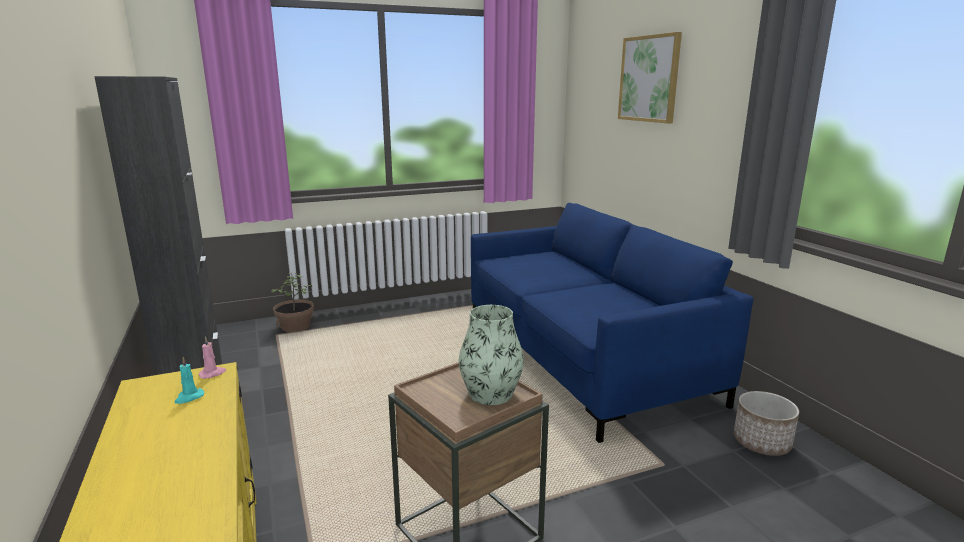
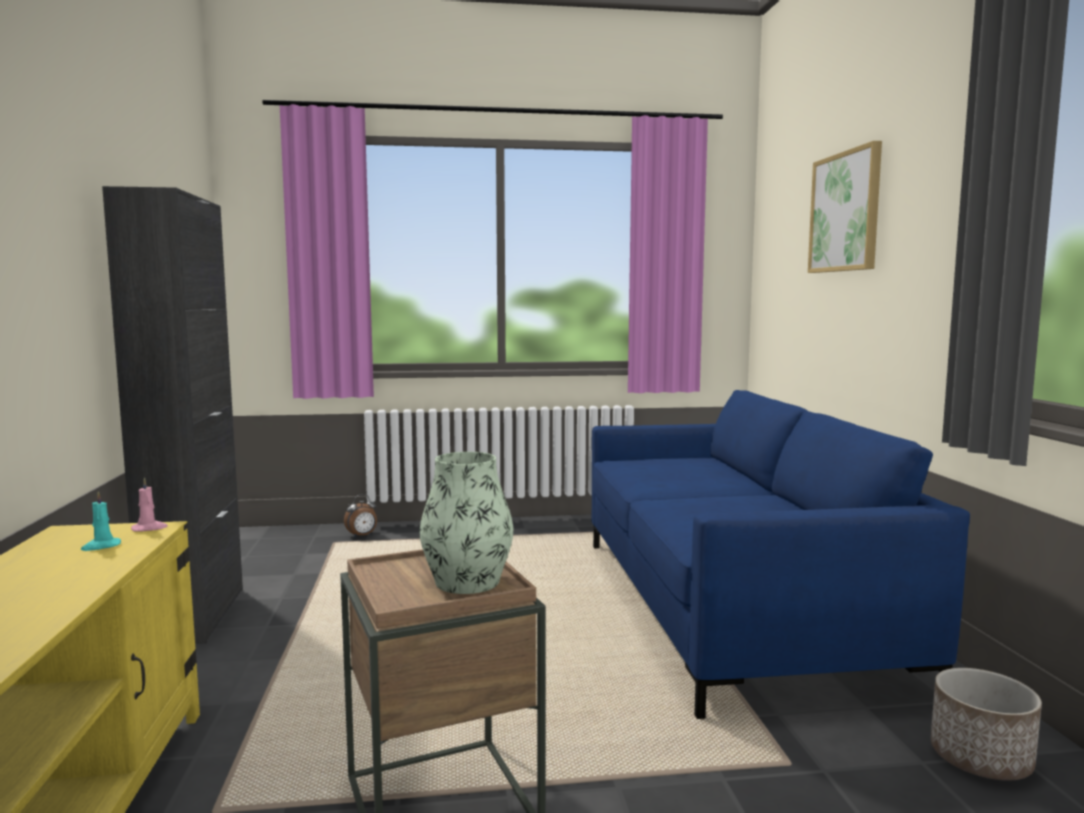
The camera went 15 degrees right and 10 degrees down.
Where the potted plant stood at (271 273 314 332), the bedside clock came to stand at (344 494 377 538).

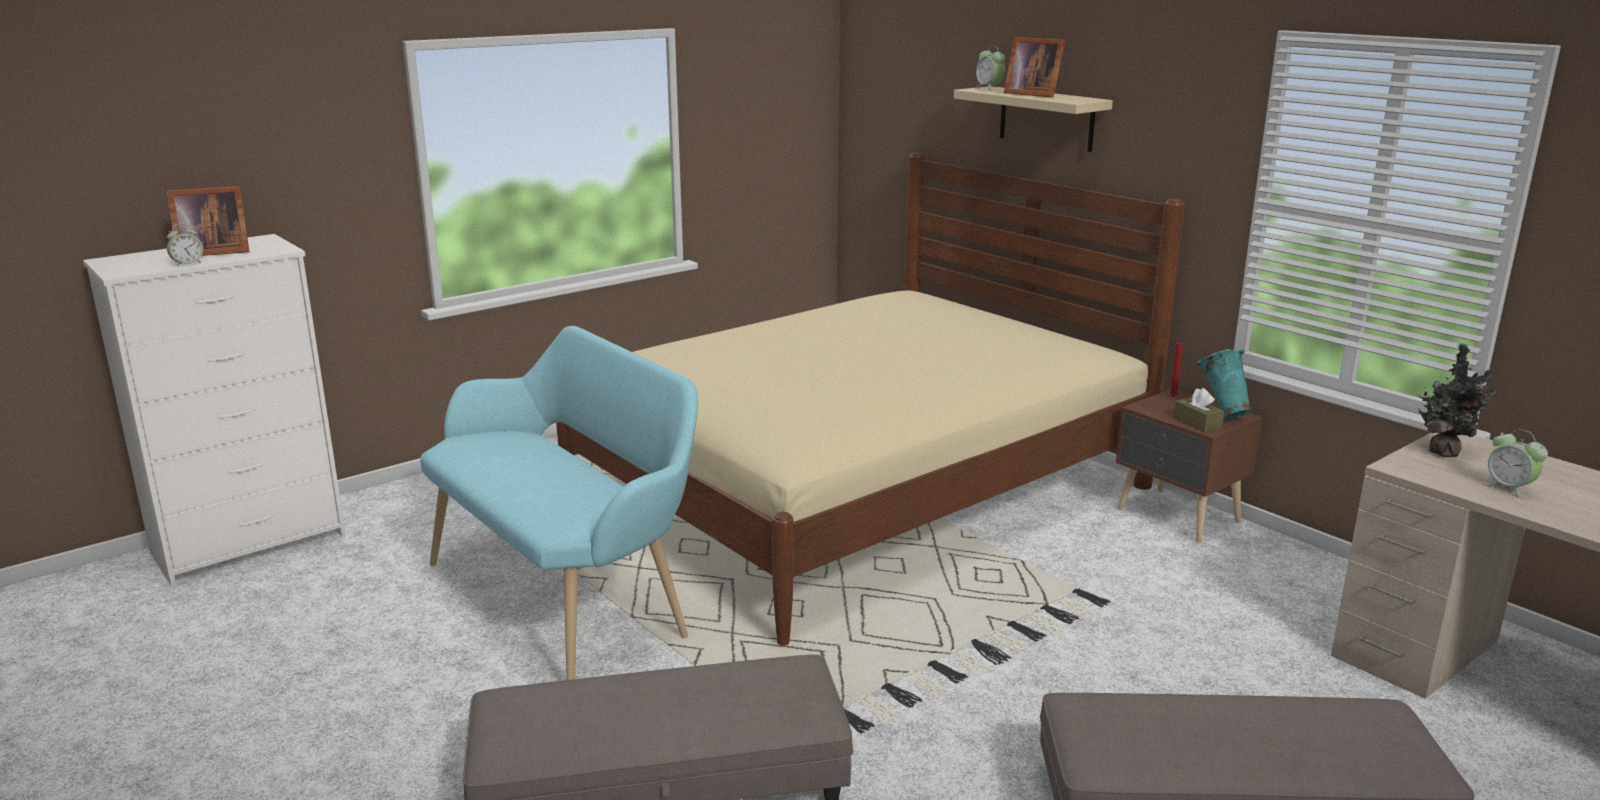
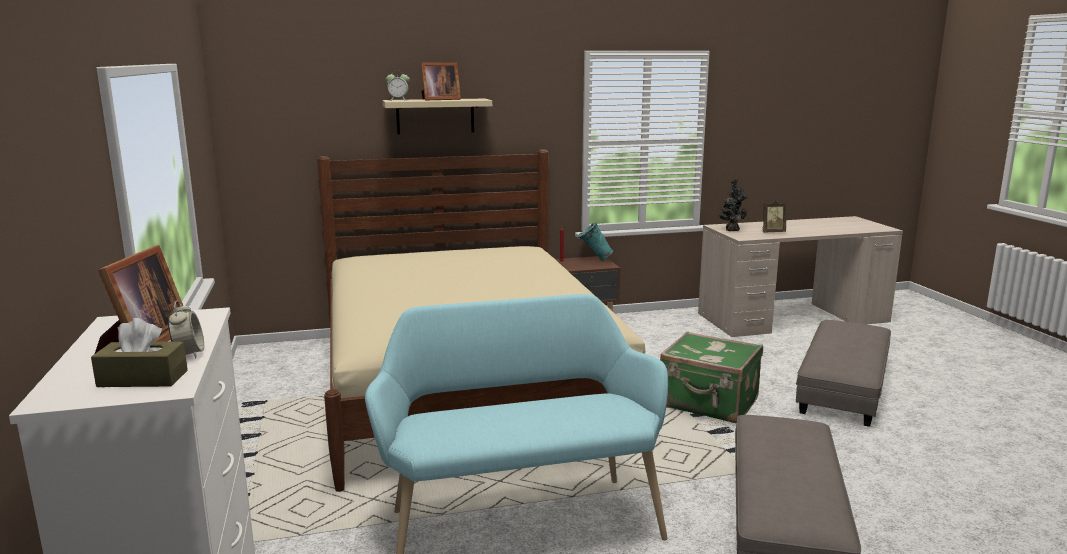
The camera went 65 degrees left and 5 degrees down.
The box of tissues (brown-coloured) ended up elsewhere, having gone from (1174 388 1224 433) to (91 318 188 387).
Where the bedside clock stood at (1482 429 1548 499), the standing frame came to stand at (762 200 786 232).
The second view gained the suitcase (green) at (660 331 763 424).

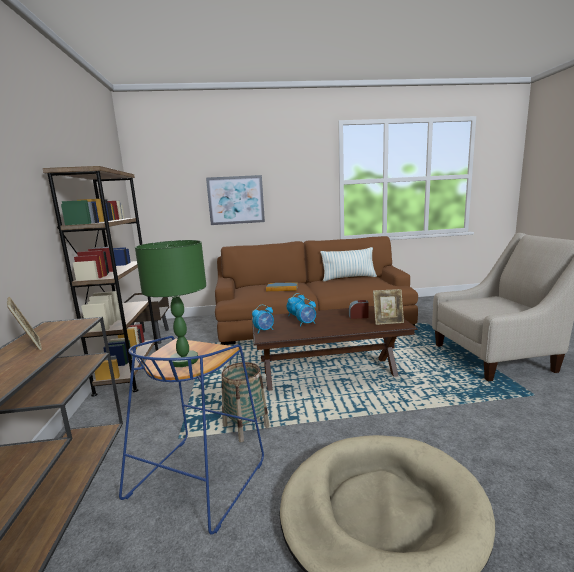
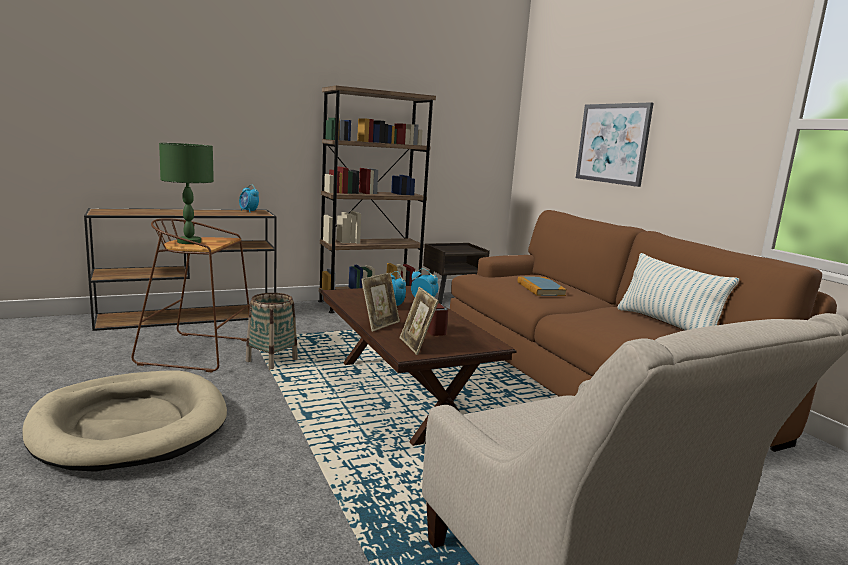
The camera went 70 degrees right and 0 degrees up.
The standing frame ended up elsewhere, having gone from (7 297 42 350) to (361 273 400 332).
What was the stool (blue-coloured) at (119 336 264 535) turned into the stool (brown-coloured) at (131 218 250 372).
The bedside clock ended up elsewhere, having gone from (252 305 274 333) to (239 184 259 213).

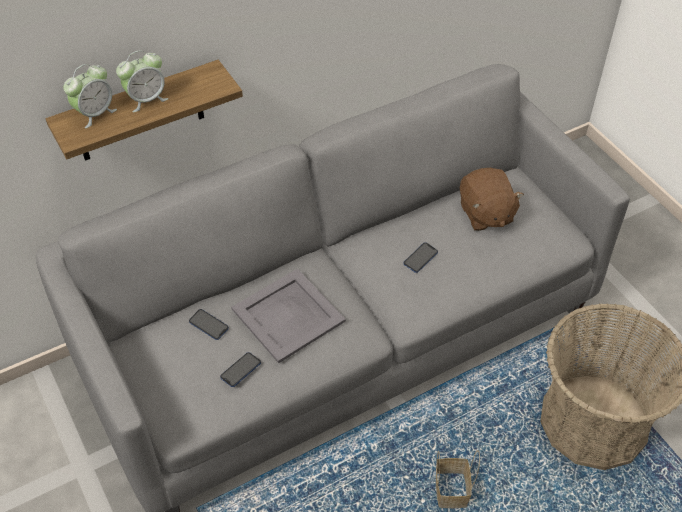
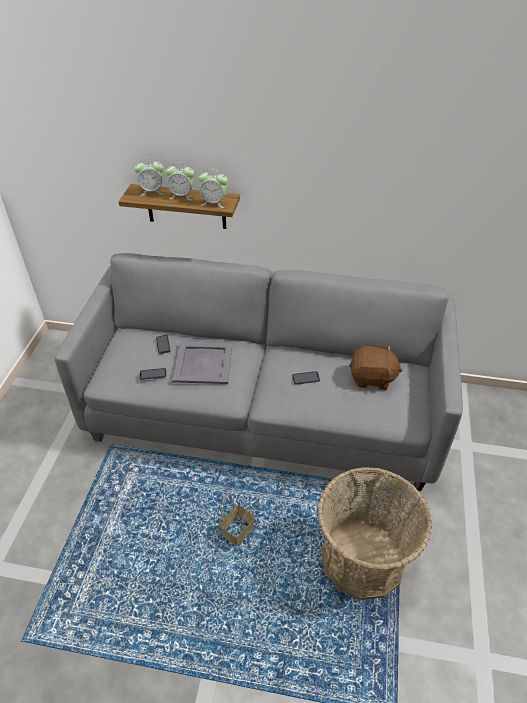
The camera went 40 degrees right and 5 degrees down.
The cuddly toy (brown-coloured) at (460 168 524 231) ended up facing another way, 105 degrees counterclockwise from before.
The second view gained the bedside clock at (199 169 228 208).

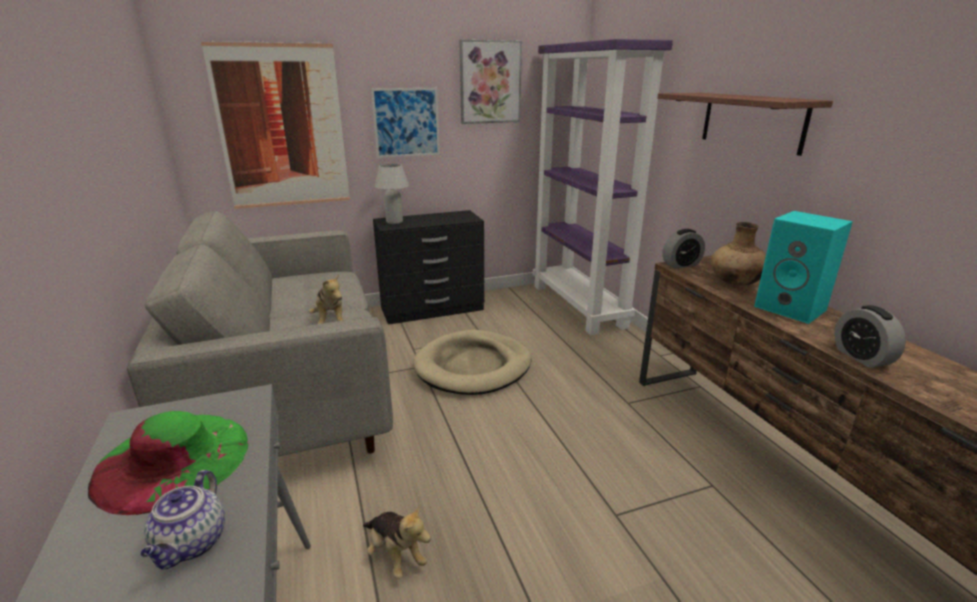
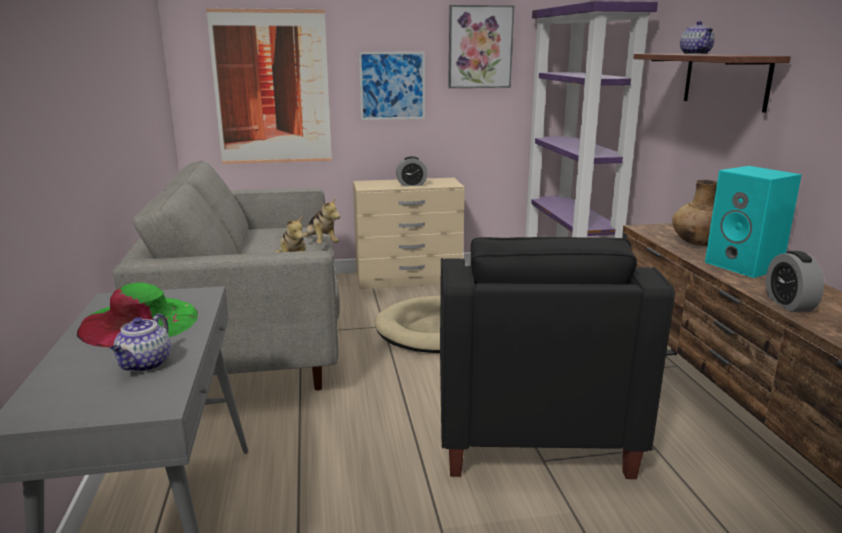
The camera went 10 degrees right and 5 degrees down.
The cuddly toy ended up elsewhere, having gone from (363 505 431 579) to (303 199 340 244).
What was the dresser (black) at (373 210 484 325) turned into the dresser (beige-coloured) at (353 178 465 289).
The second view lost the tabletop lamp (white-coloured) at (375 163 409 224).
The bedside clock ended up elsewhere, having gone from (662 229 705 269) to (396 156 428 186).
The second view gained the easy chair (black) at (440 237 675 479).
The second view gained the pot for tea at (680 21 715 54).

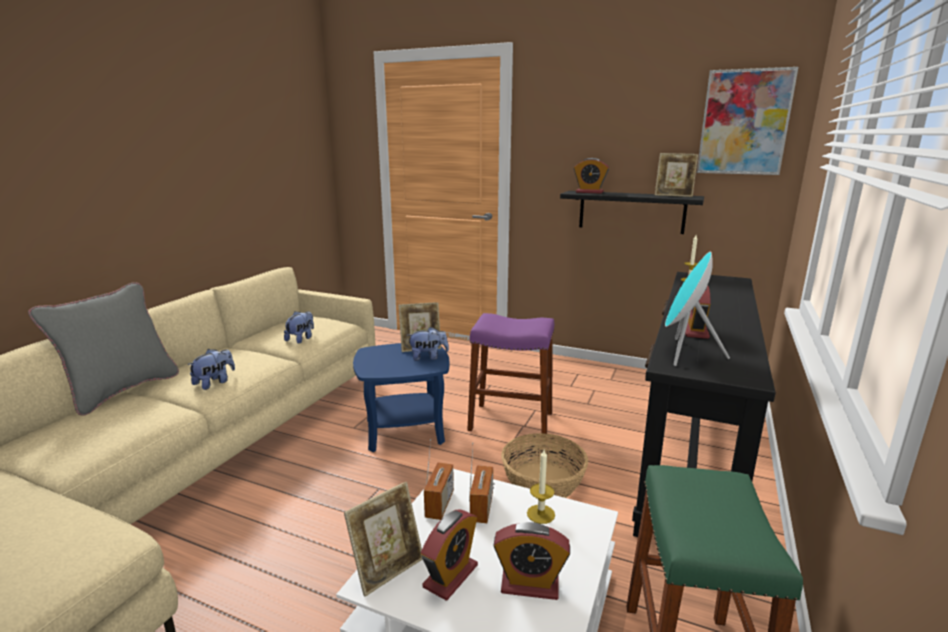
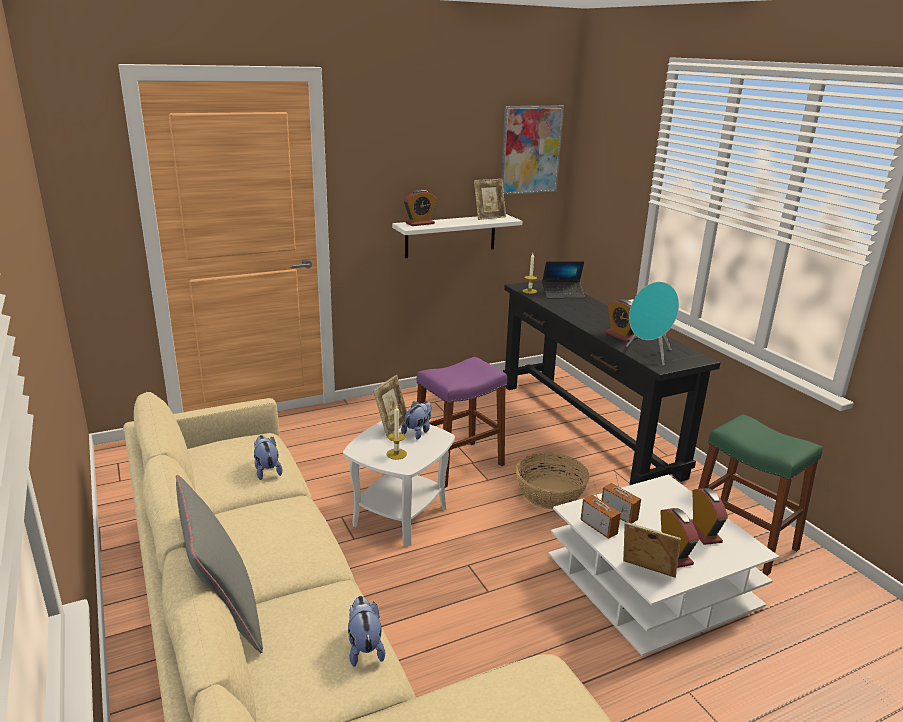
The camera went 50 degrees left and 5 degrees up.
The cuddly toy ended up elsewhere, having gone from (188 349 235 390) to (348 596 385 667).
The standing frame at (344 482 423 597) ended up facing another way, 60 degrees counterclockwise from before.
What was the side table (blue-coloured) at (353 343 450 452) turned into the side table (white-coloured) at (343 421 455 547).
The bedside clock at (493 522 570 600) ended up facing another way, 60 degrees counterclockwise from before.
The wax candle ended up elsewhere, having gone from (527 450 555 524) to (386 405 407 460).
What was the wall shelf (black) at (560 191 704 234) turned into the wall shelf (white-coloured) at (392 214 522 258).
The second view gained the portable computer at (542 261 585 299).

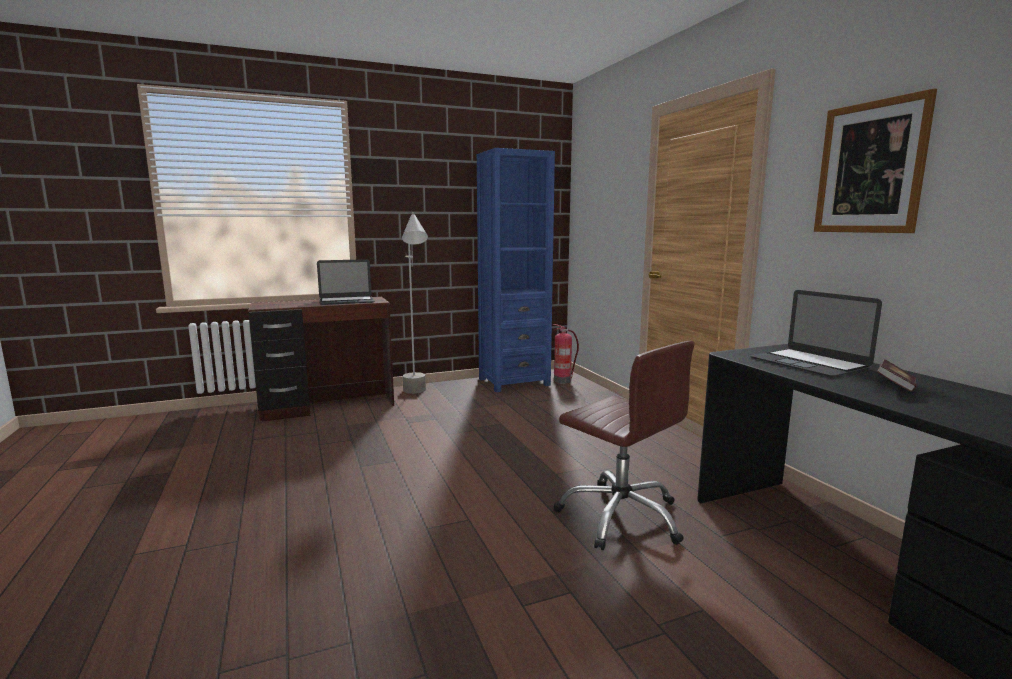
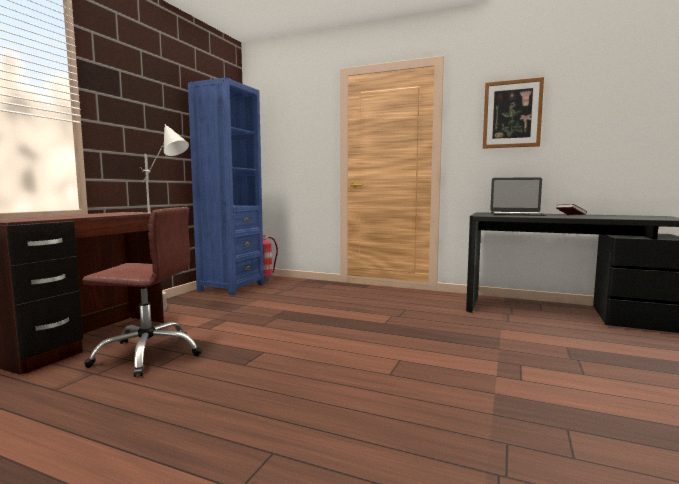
The camera went 45 degrees left and 5 degrees down.
The second view lost the portable computer at (317 259 375 305).
The desk chair (brown-coloured) ended up elsewhere, having gone from (554 341 695 550) to (82 207 202 377).

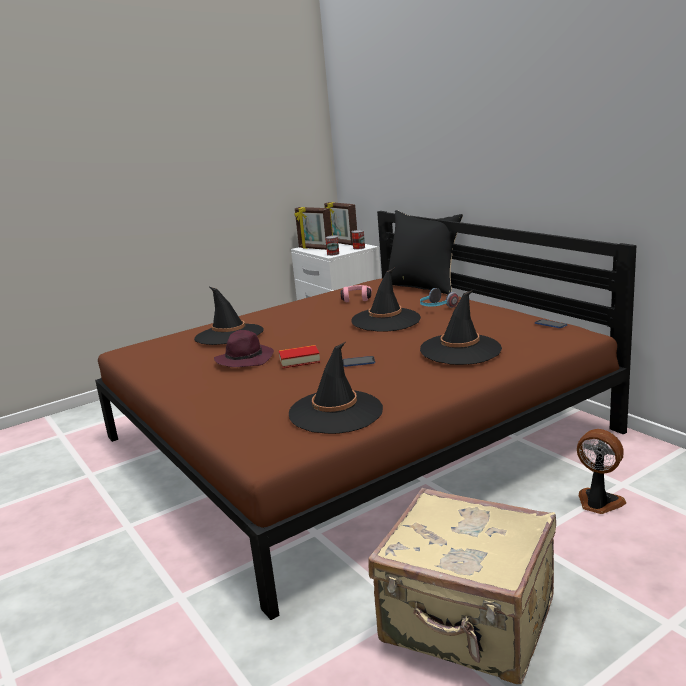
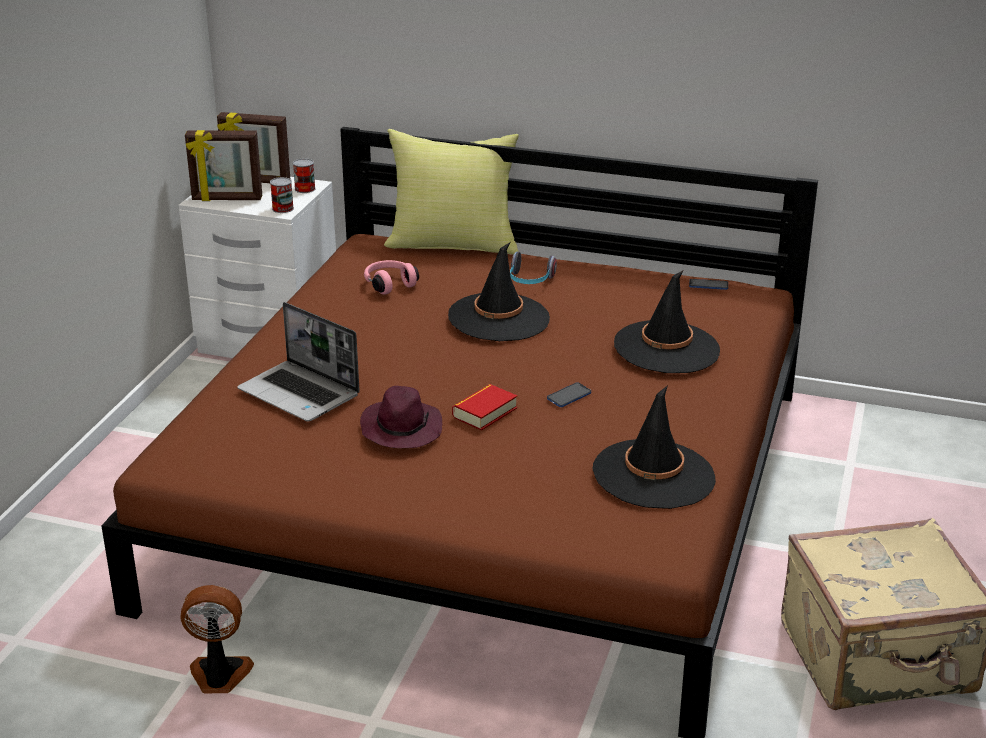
The camera went 40 degrees left and 10 degrees up.
Where the wearable hat (black) stood at (194 287 264 345), the portable computer came to stand at (237 302 360 421).
What was the throw pillow (black) at (389 210 463 295) turned into the throw pillow (yellow) at (384 129 519 255).
The cooling fan ended up elsewhere, having gone from (577 429 627 514) to (181 585 254 693).

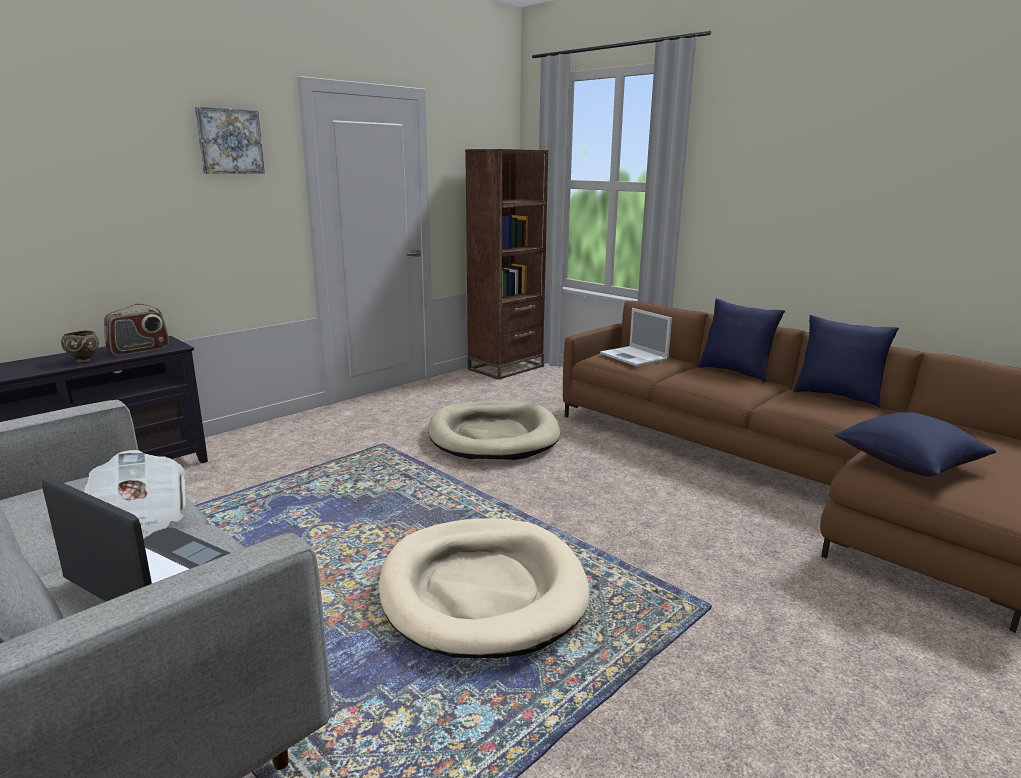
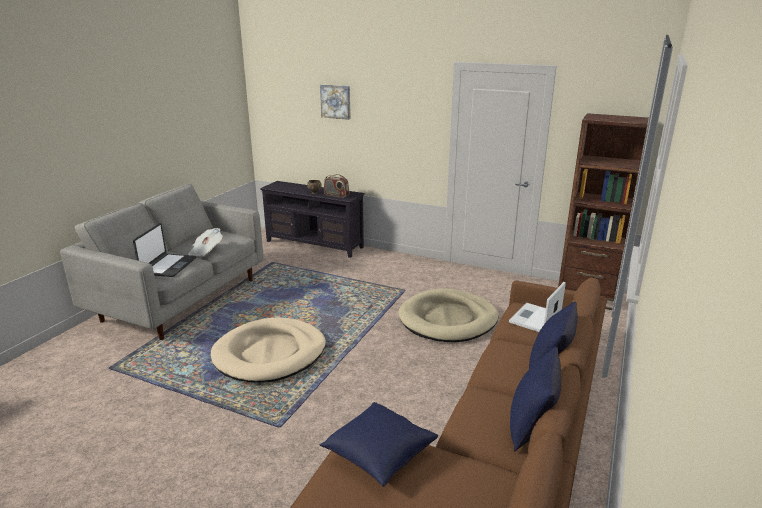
The camera went 70 degrees right and 5 degrees up.
The wall picture ended up elsewhere, having gone from (195 107 265 174) to (320 85 351 120).

